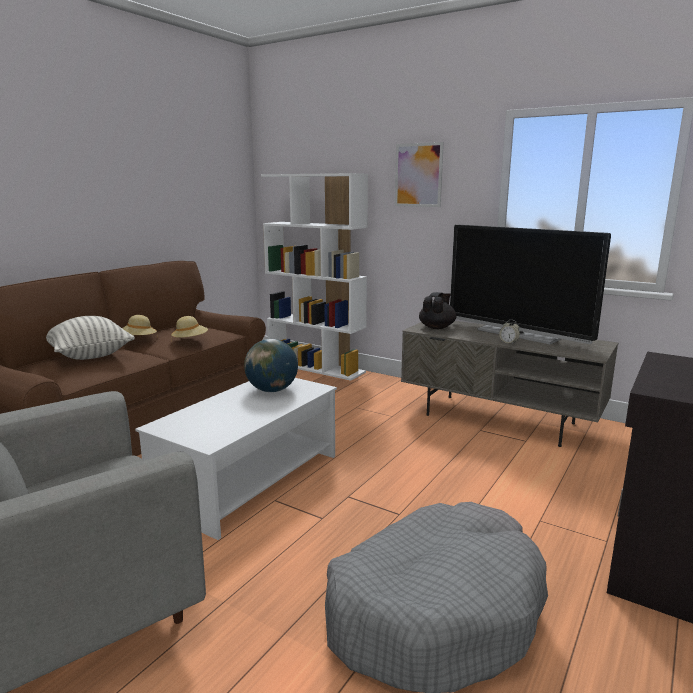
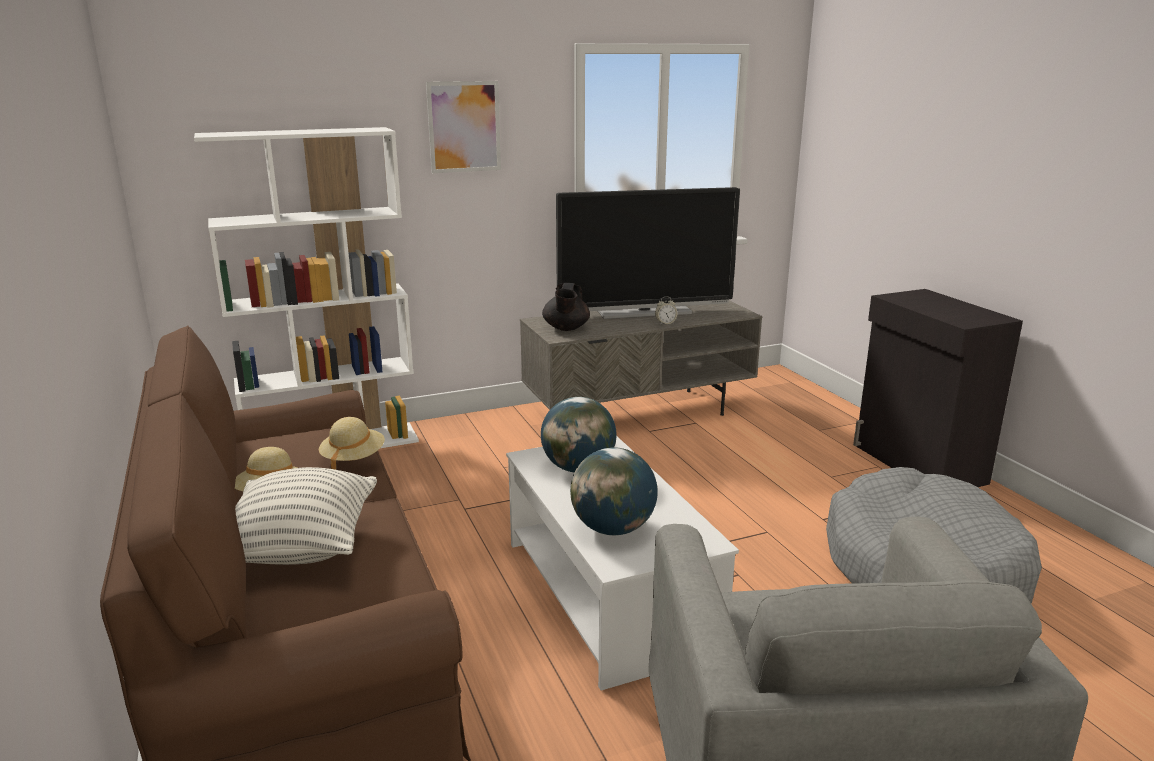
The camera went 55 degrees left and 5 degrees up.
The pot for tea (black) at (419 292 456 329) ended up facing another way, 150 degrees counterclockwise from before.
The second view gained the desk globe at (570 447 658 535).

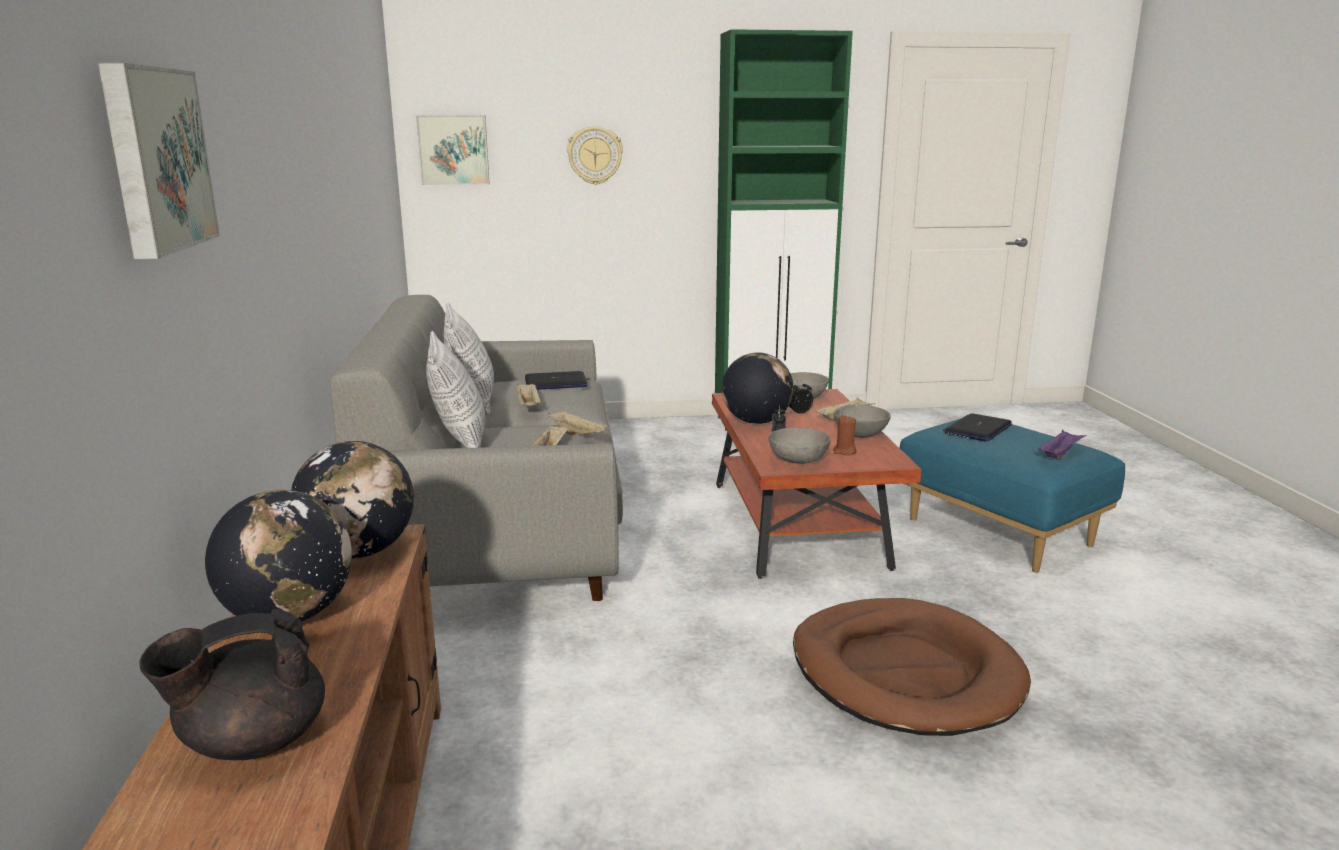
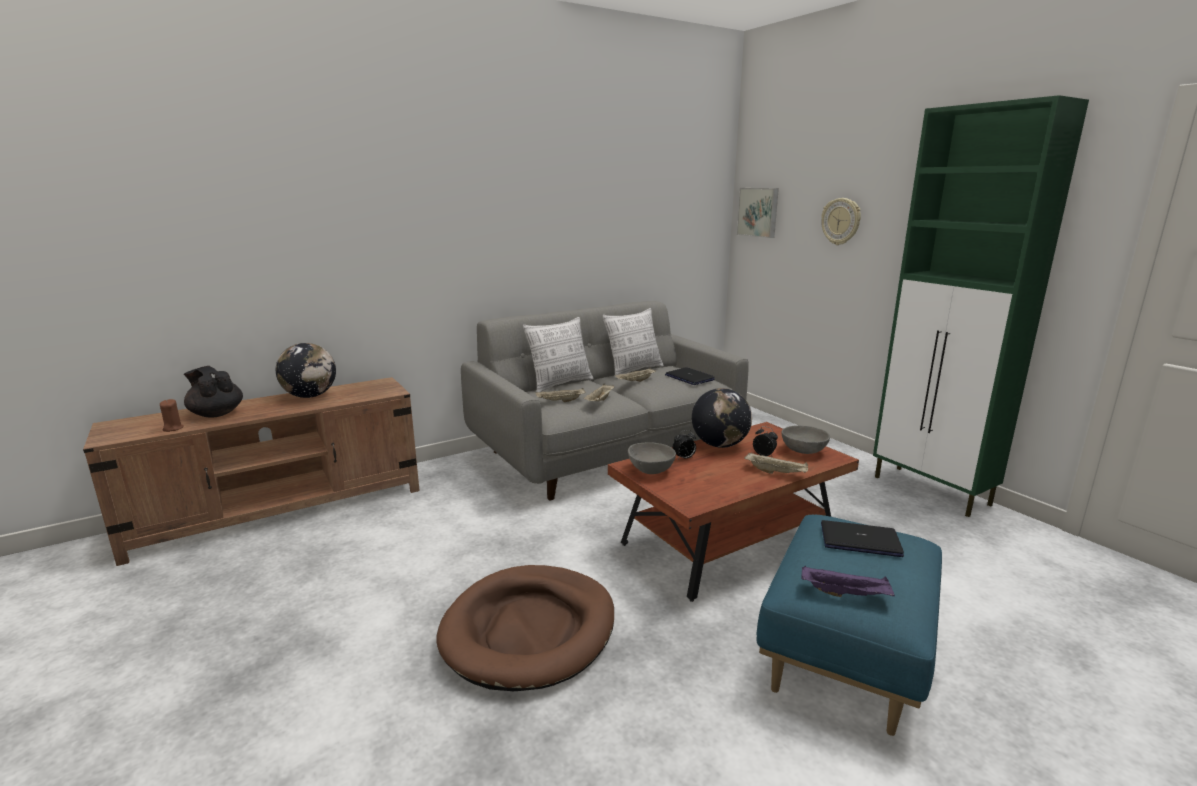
The camera went 65 degrees right and 0 degrees up.
The second view lost the wall picture at (98 63 220 259).
The second view lost the desk globe at (291 441 414 559).
The second view lost the serving bowl (grey) at (833 404 891 438).
The wax candle (brown-coloured) ended up elsewhere, having gone from (833 415 857 455) to (160 399 184 432).

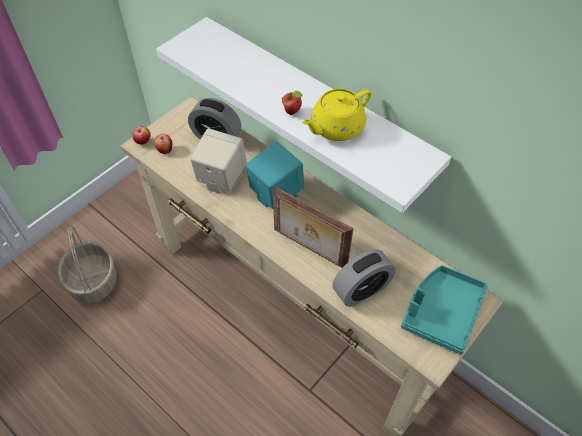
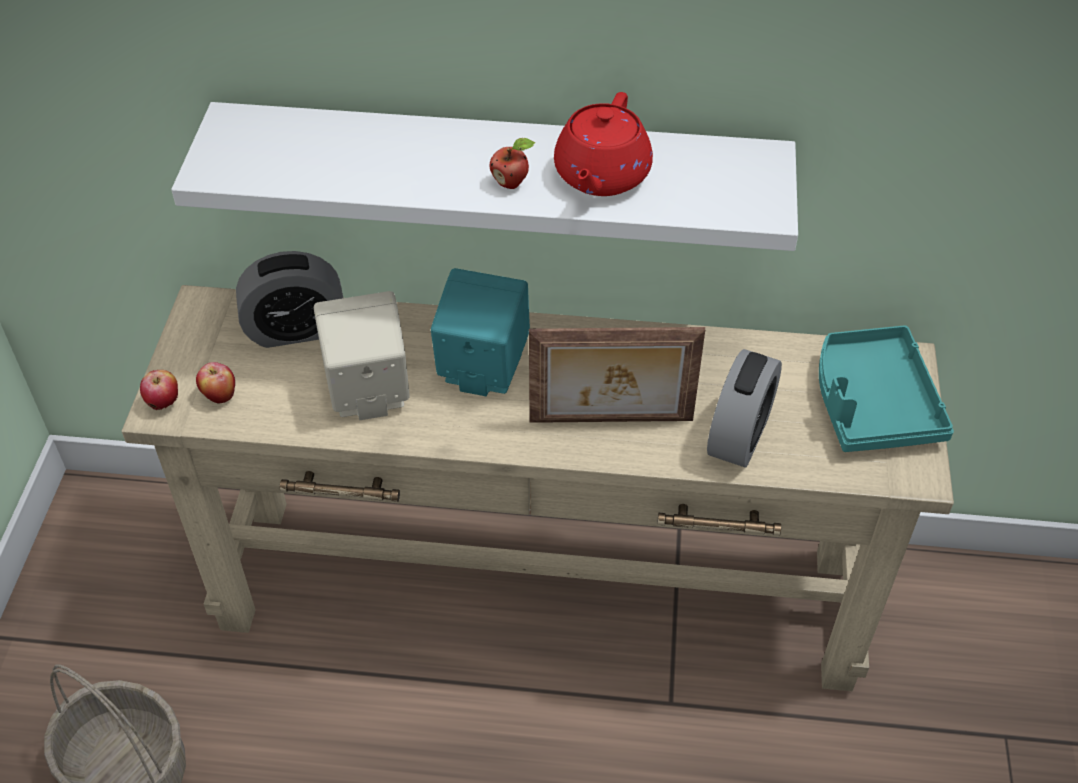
The camera went 35 degrees left and 5 degrees down.
What was the pot for tea (yellow) at (302 89 371 141) turned into the pot for tea (red-coloured) at (554 92 653 196).

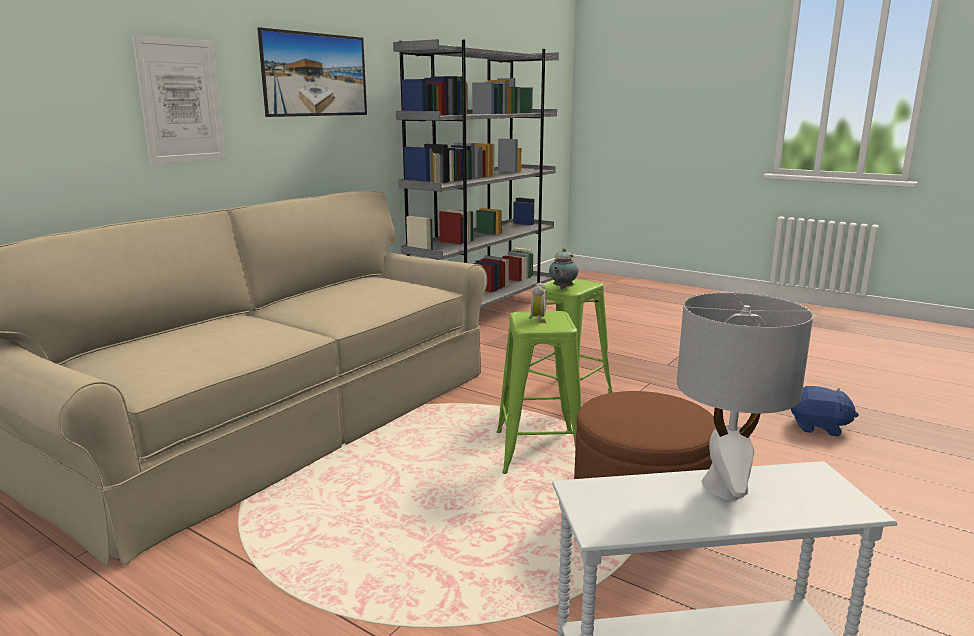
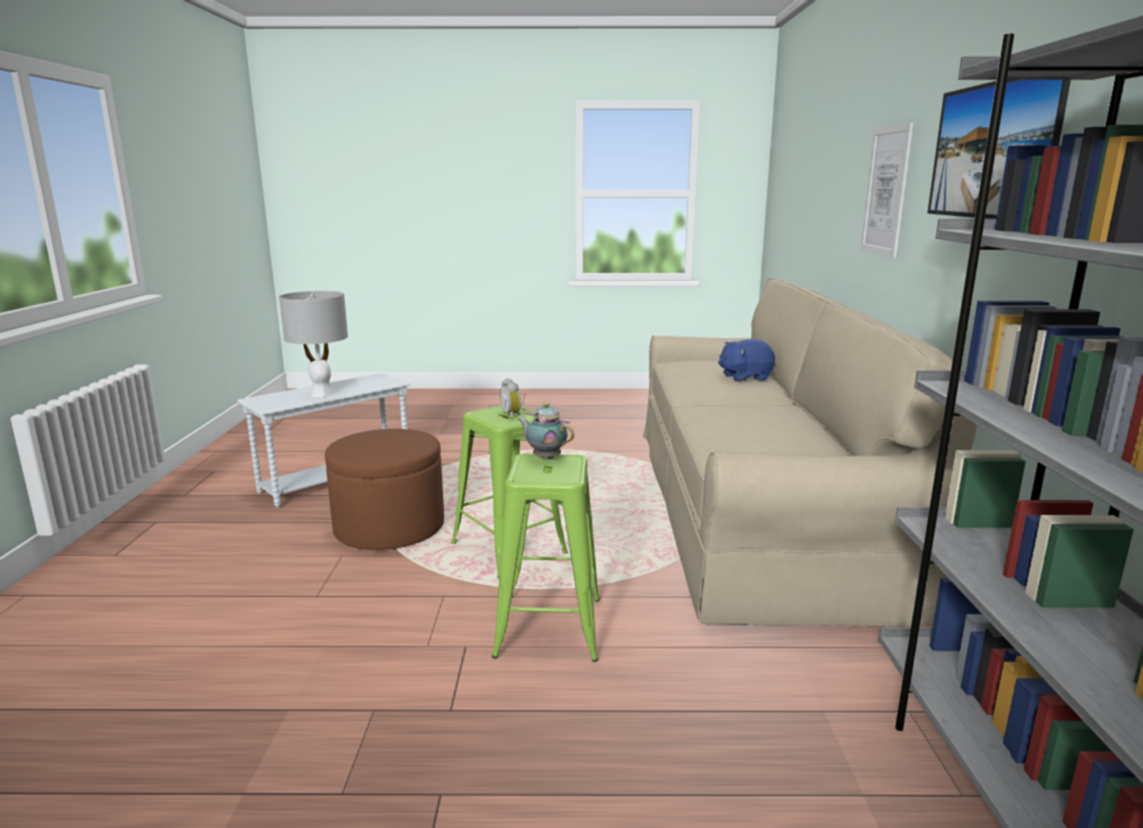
The camera went 145 degrees right and 0 degrees up.
The pot for tea at (549 248 578 289) ended up facing another way, 45 degrees counterclockwise from before.
The cuddly toy (blue-coloured) ended up elsewhere, having gone from (791 386 859 437) to (718 339 775 382).

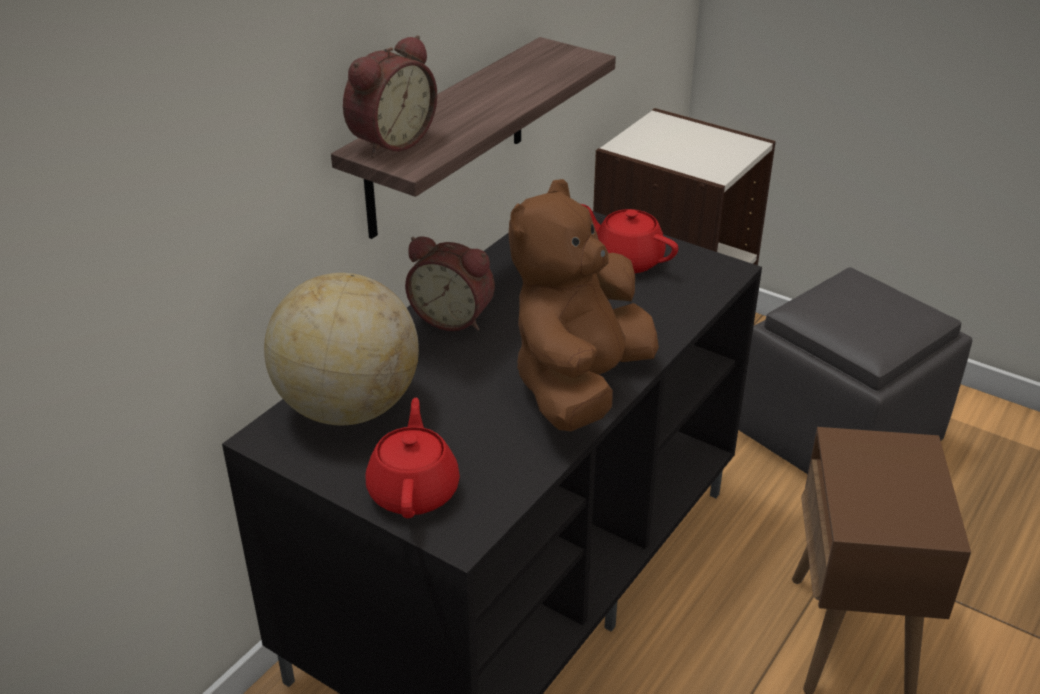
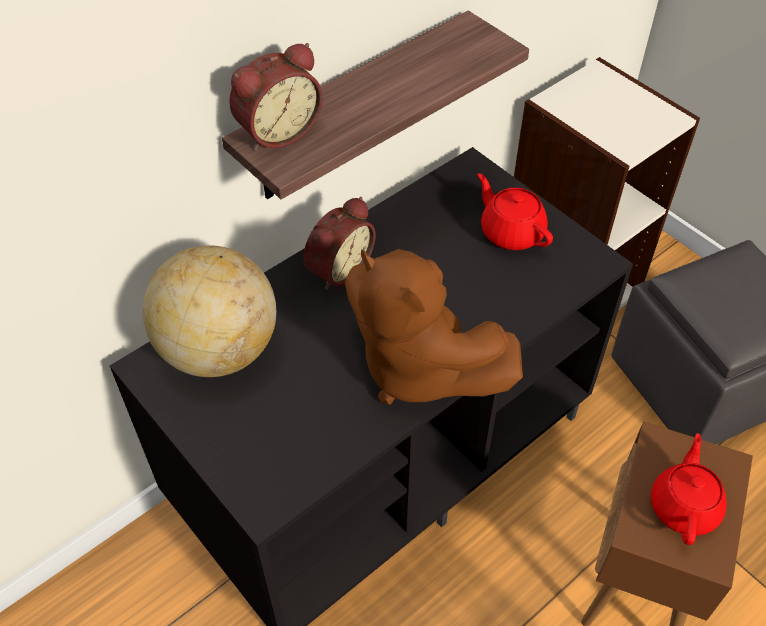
The camera went 15 degrees right and 15 degrees up.
The pot for tea (red-coloured) ended up elsewhere, having gone from (366 398 460 518) to (651 433 727 545).
The bedside clock at (405 236 495 331) ended up facing another way, 90 degrees counterclockwise from before.
The cuddly toy (brown-coloured) at (508 179 659 431) ended up facing another way, 90 degrees counterclockwise from before.

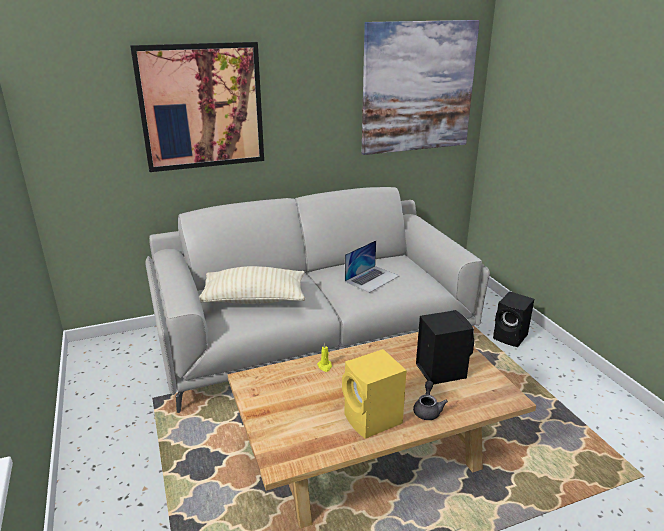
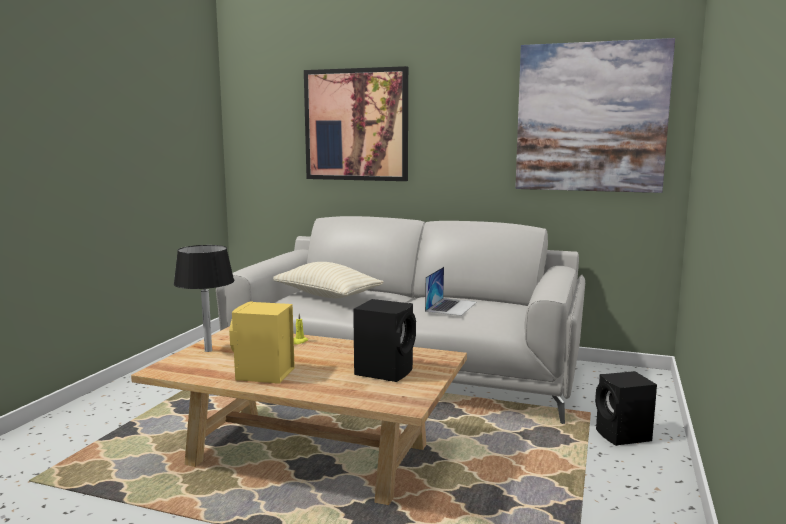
The camera went 40 degrees right and 15 degrees down.
The portable computer at (345 240 399 293) ended up facing another way, 60 degrees counterclockwise from before.
The second view lost the pot for tea (grey) at (413 381 448 420).
The second view gained the tabletop lamp (black) at (174 245 234 352).

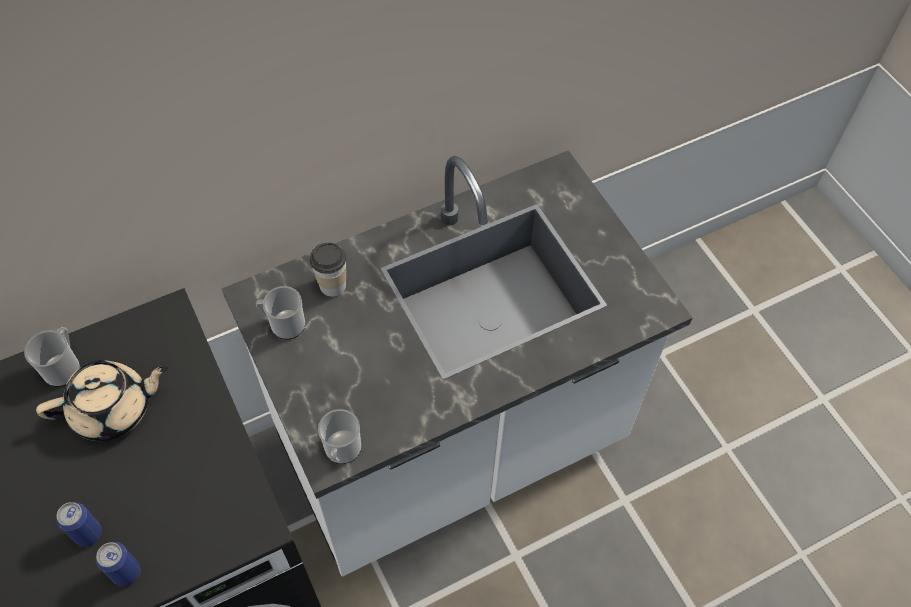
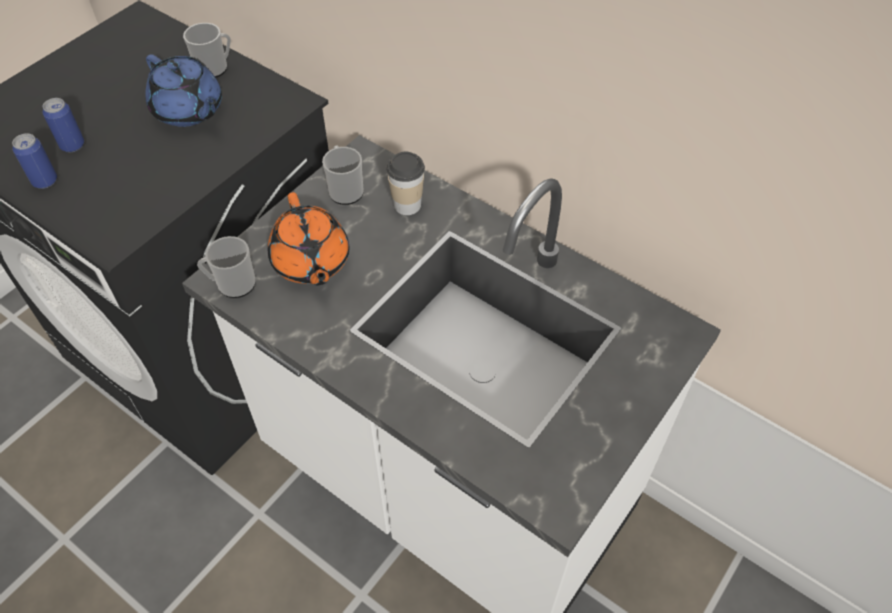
The camera went 65 degrees right and 5 degrees down.
What was the pot for tea (beige-coloured) at (36 360 169 441) turned into the pot for tea (blue-coloured) at (145 54 222 127).
The second view gained the pot for tea (orange-coloured) at (268 192 349 286).

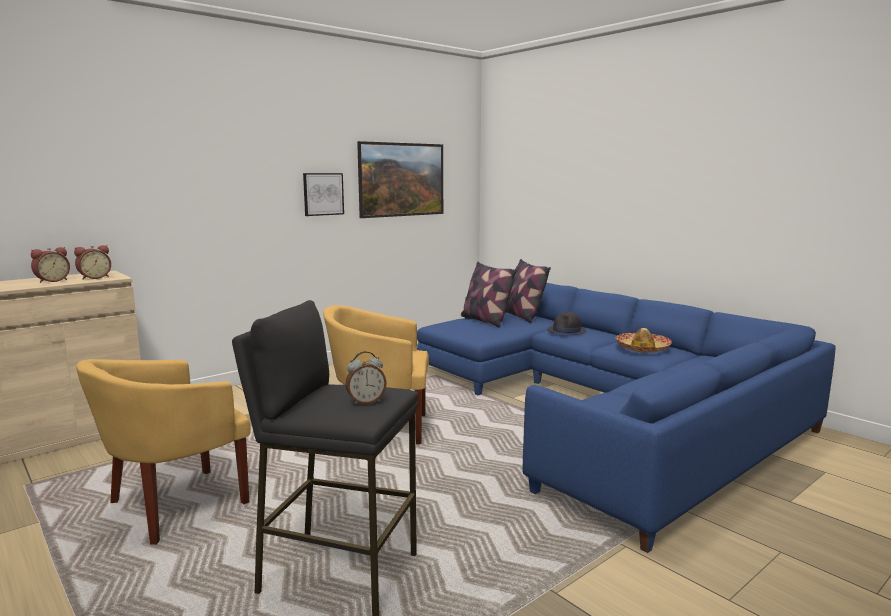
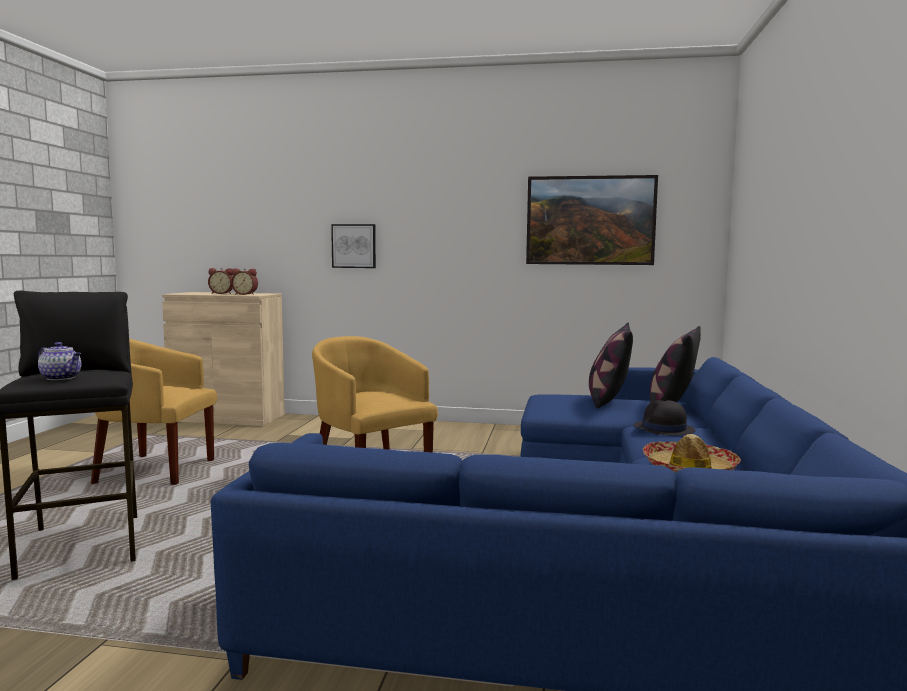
The camera went 50 degrees right and 5 degrees down.
The wall picture ended up elsewhere, having gone from (303 173 344 216) to (331 224 376 268).
Where the bedside clock stood at (345 351 387 405), the pot for tea came to stand at (38 342 81 380).

